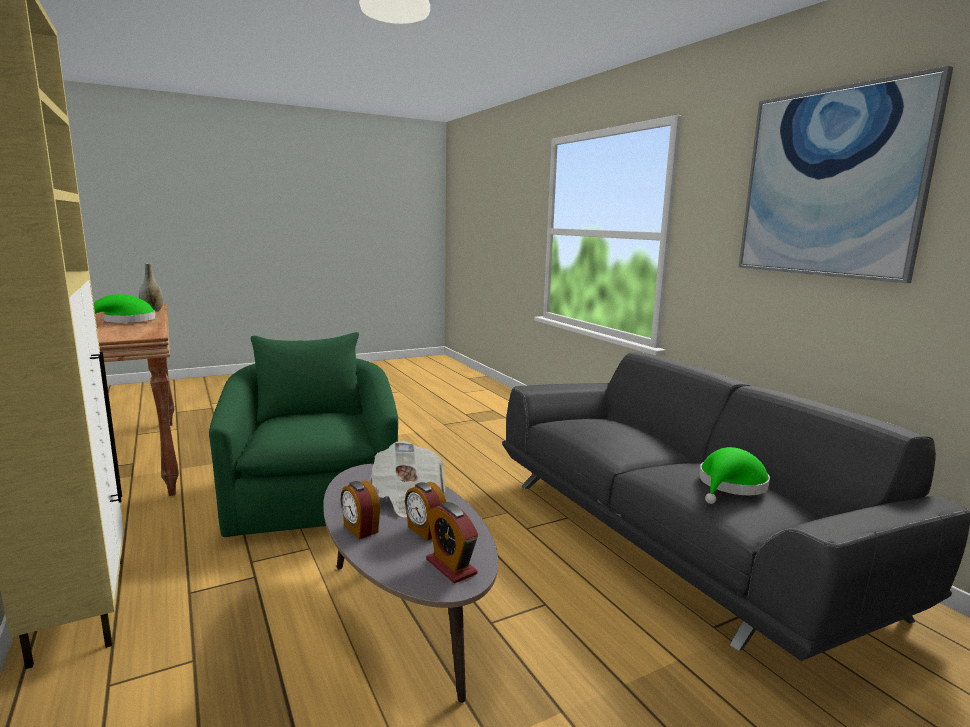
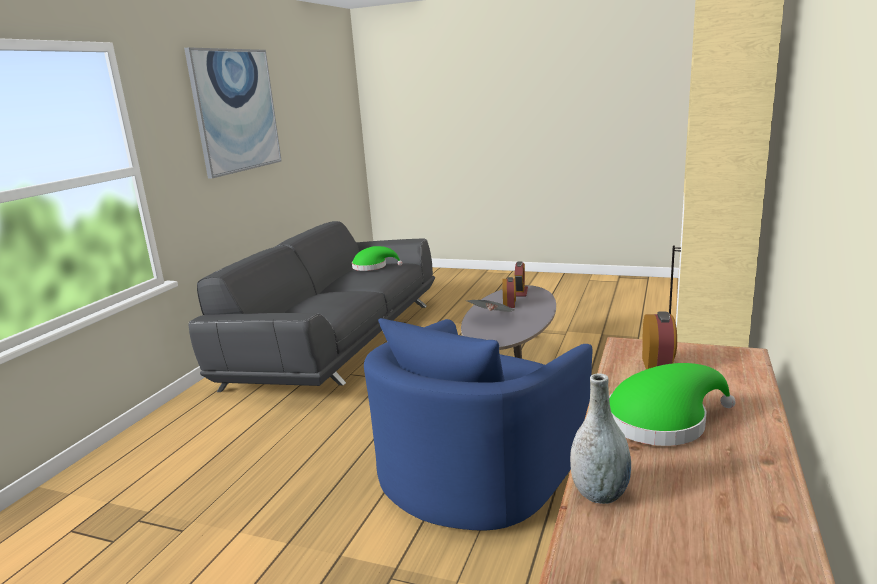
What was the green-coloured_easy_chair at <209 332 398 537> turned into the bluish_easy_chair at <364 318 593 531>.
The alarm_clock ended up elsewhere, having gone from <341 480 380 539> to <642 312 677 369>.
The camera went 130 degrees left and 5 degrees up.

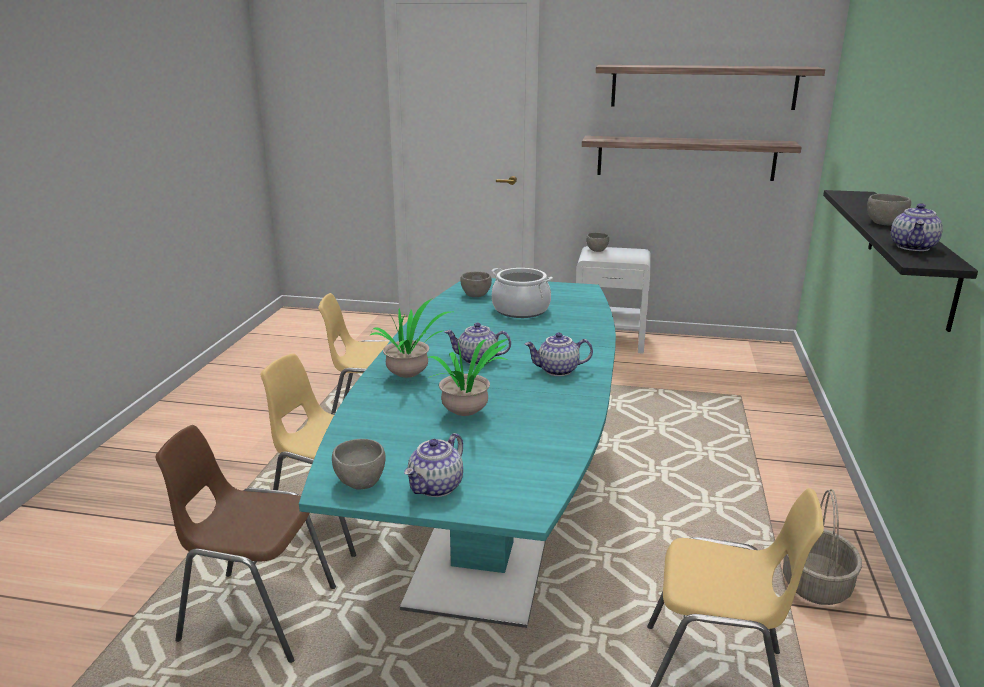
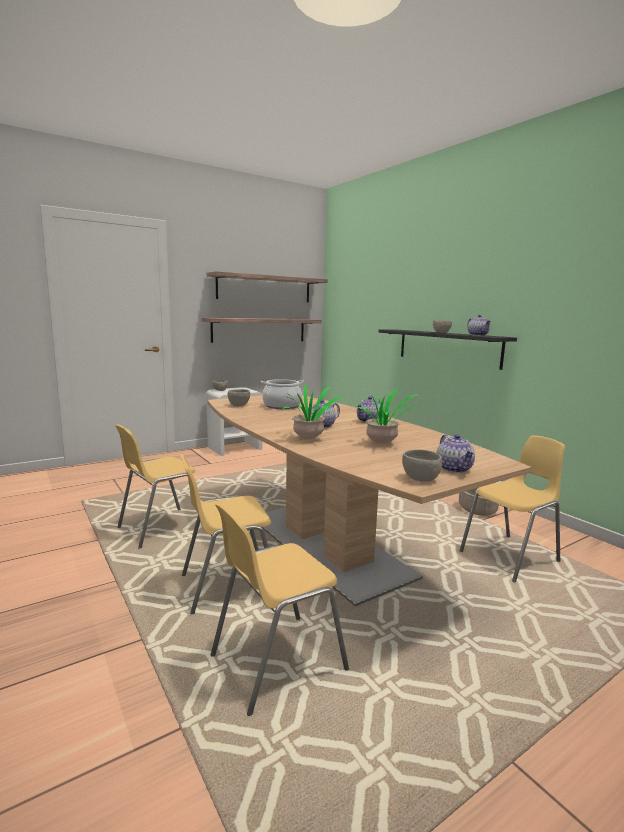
What was the brown_plain_chair at <156 425 336 663> turned into the yellowish_plain_chair at <211 503 349 716>.
What was the blue-green_dining_table at <299 278 616 628> turned into the brown_dining_table at <208 395 531 606>.
The camera went 45 degrees left and 10 degrees down.

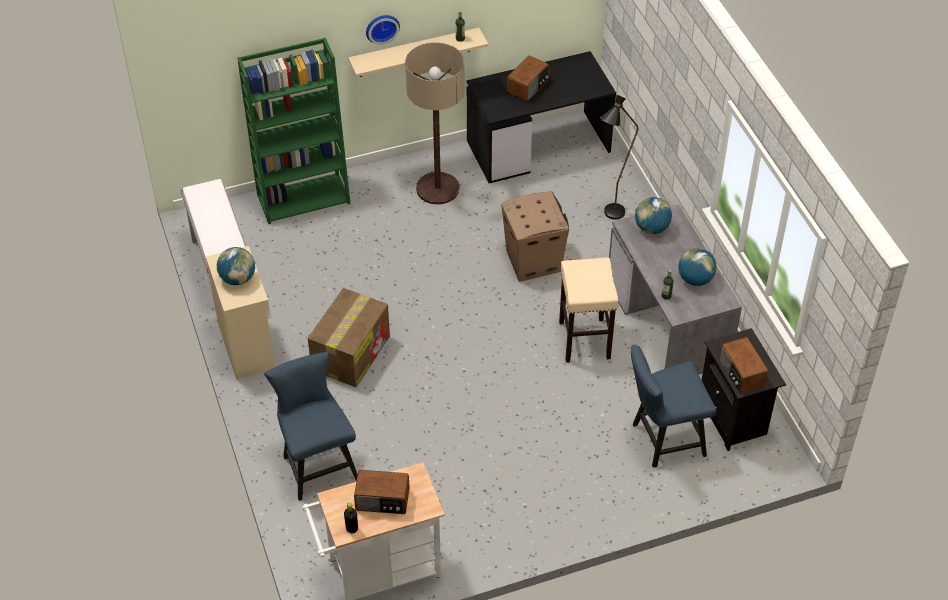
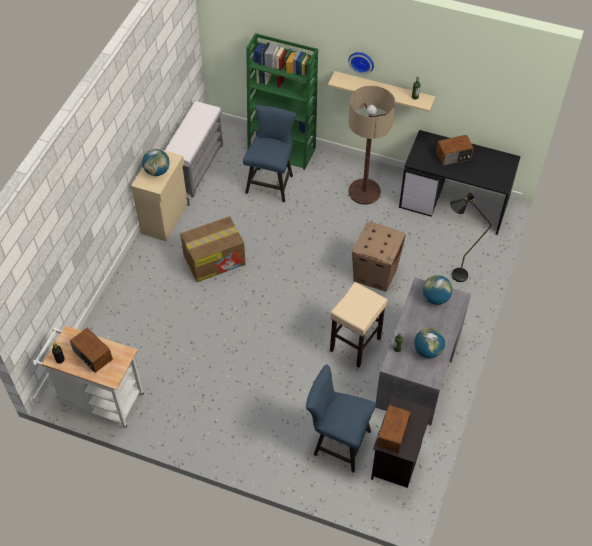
The bluish_plain_chair ended up elsewhere, having gone from <264 352 358 501> to <243 105 297 202>.
The camera went 40 degrees right and 5 degrees up.

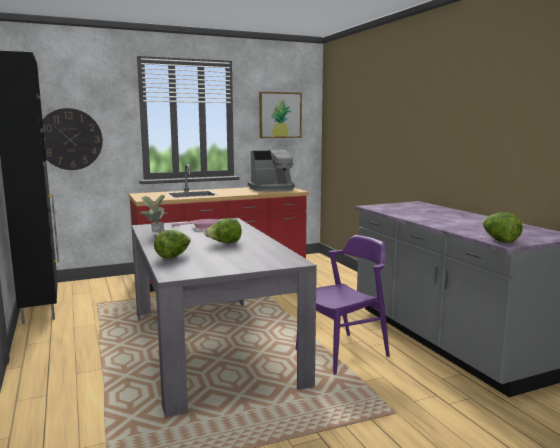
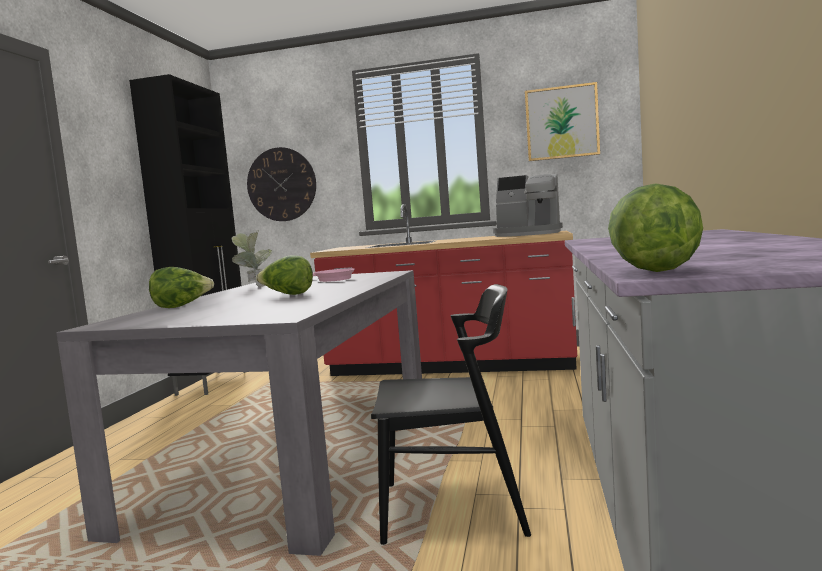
What was the purple_plain_chair at <296 235 390 375> turned into the black-coloured_plain_chair at <371 284 531 545>.
The camera went 35 degrees right and 5 degrees down.

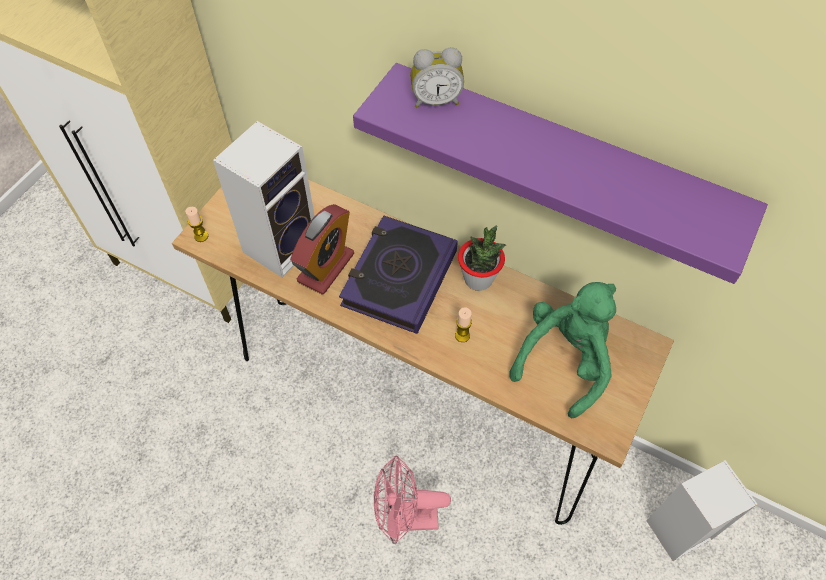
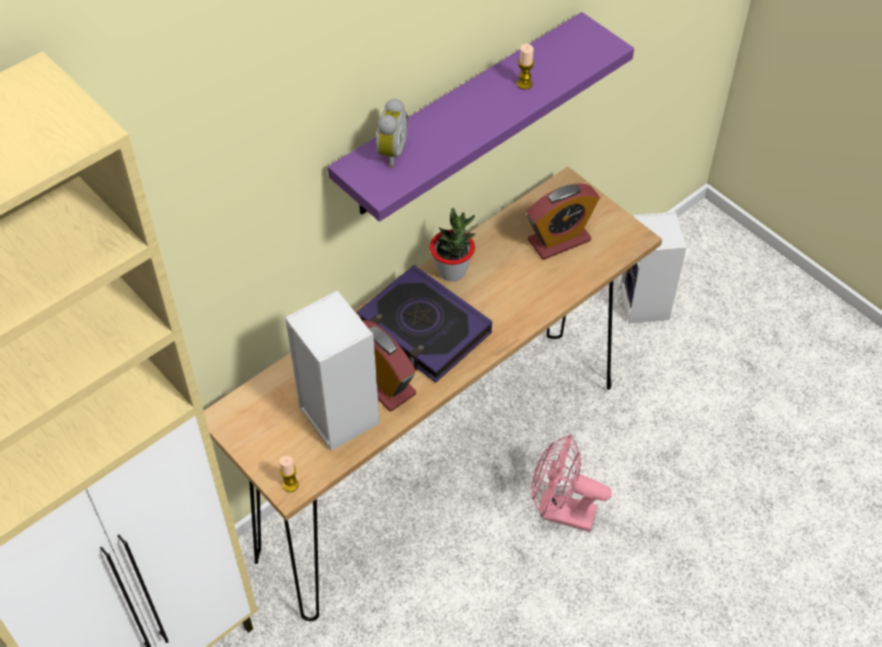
The pink_electric_fan at <374 455 451 544> ended up facing another way, 90 degrees clockwise from before.
The wax_candle ended up elsewhere, having gone from <455 307 472 342> to <517 44 534 89>.
Where the green-coloured_plush_toy stood at <509 282 616 418>, the alarm_clock came to stand at <527 183 600 260>.
The camera went 70 degrees left and 5 degrees down.

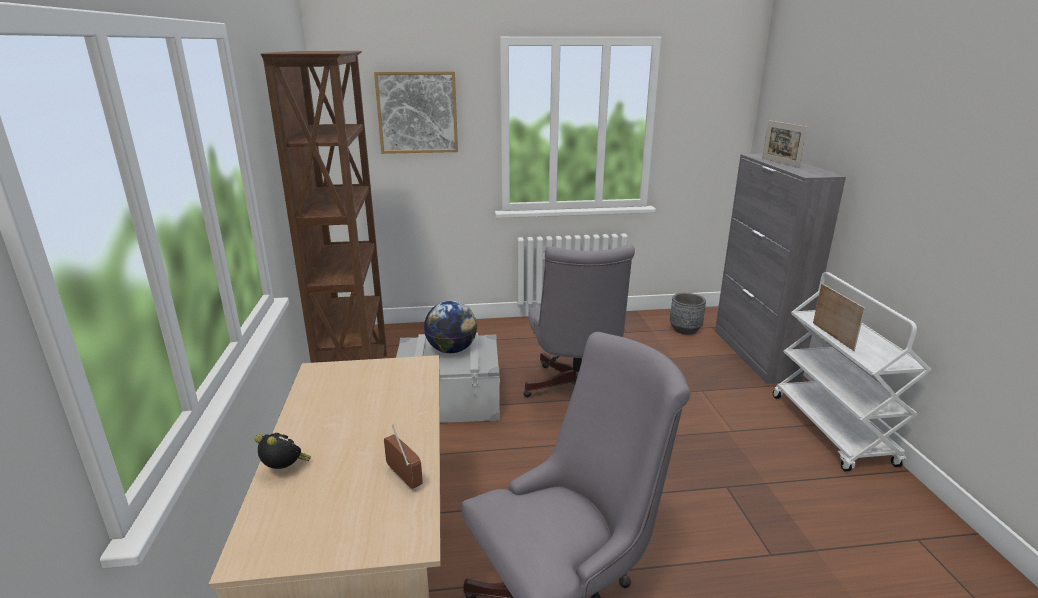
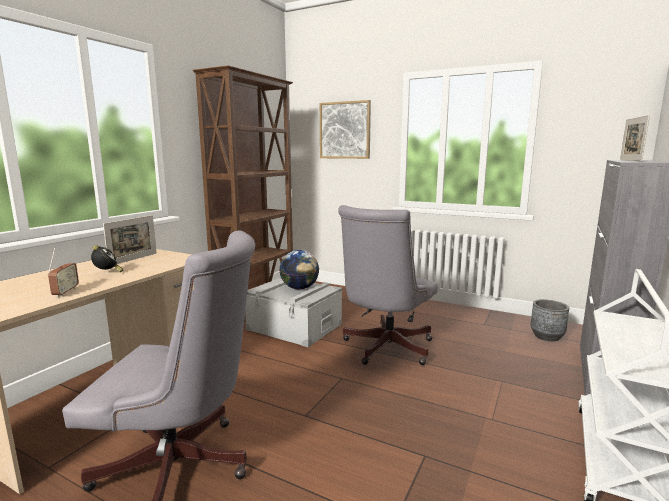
The alarm_clock ended up elsewhere, having gone from <254 433 311 469> to <91 245 123 272>.
The picture_frame ended up elsewhere, having gone from <813 283 865 351> to <103 215 156 264>.
The camera went 35 degrees right and 10 degrees down.

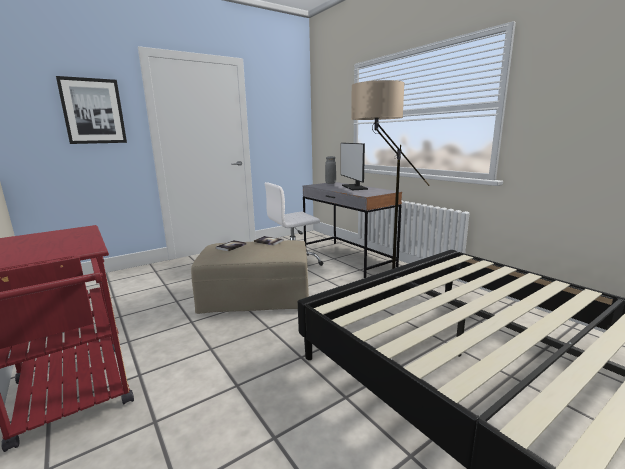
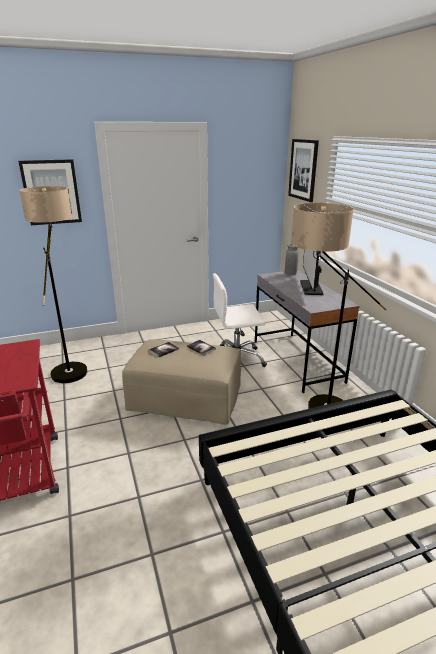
The second view gained the standing_lamp at <19 186 87 383>.
The second view gained the wall_art at <288 139 319 202>.
The camera went 15 degrees right and 10 degrees up.

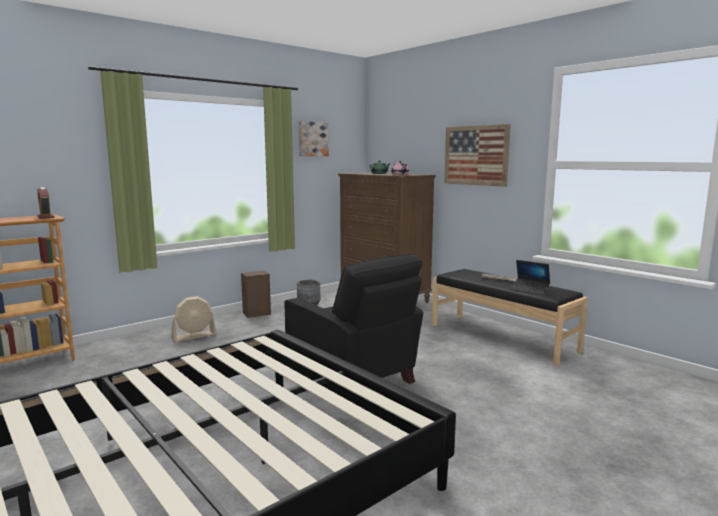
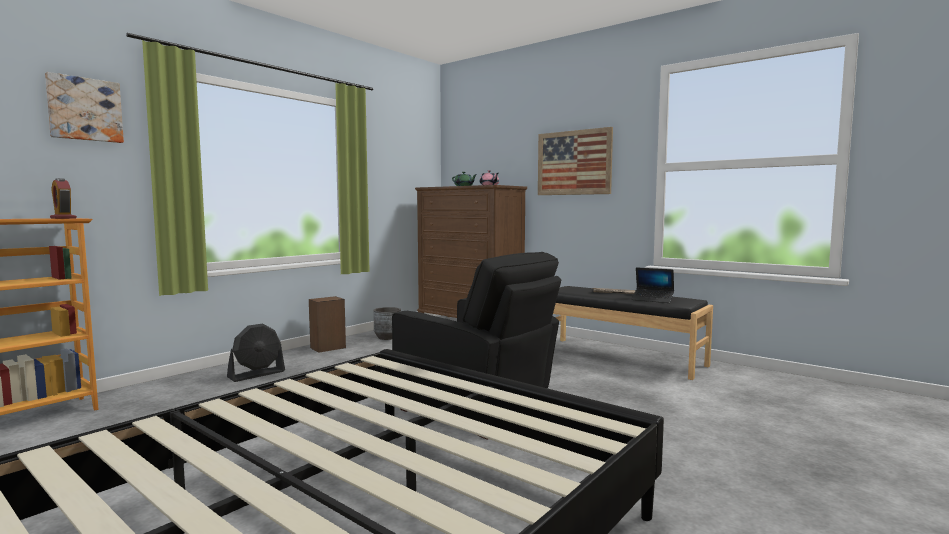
What was the sand-coloured_electric_fan at <171 296 216 342> turned into the black-coloured_electric_fan at <227 324 285 382>.
The wall_art ended up elsewhere, having gone from <299 121 329 156> to <45 72 124 143>.
The camera went 10 degrees left and 5 degrees down.

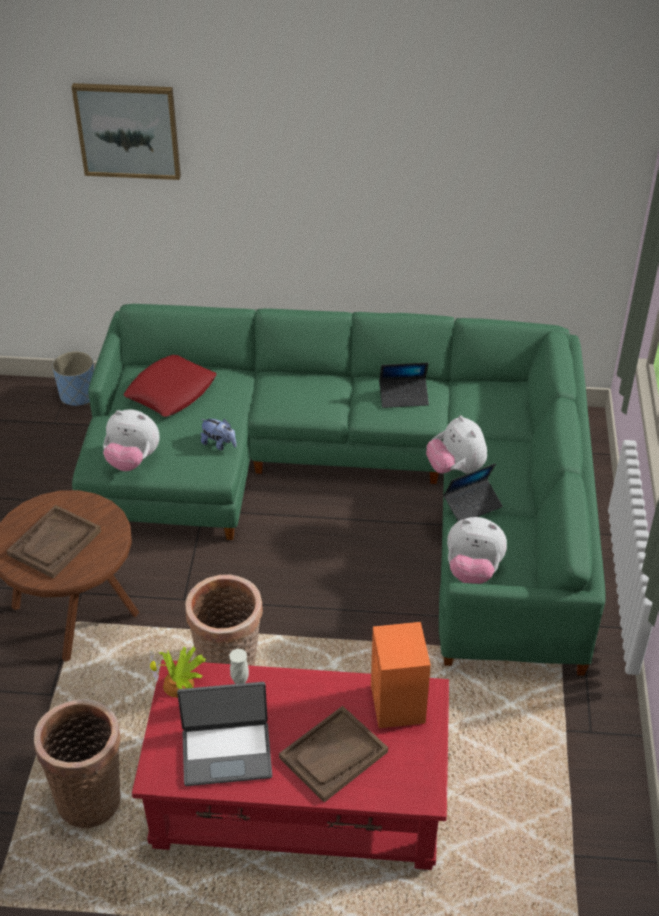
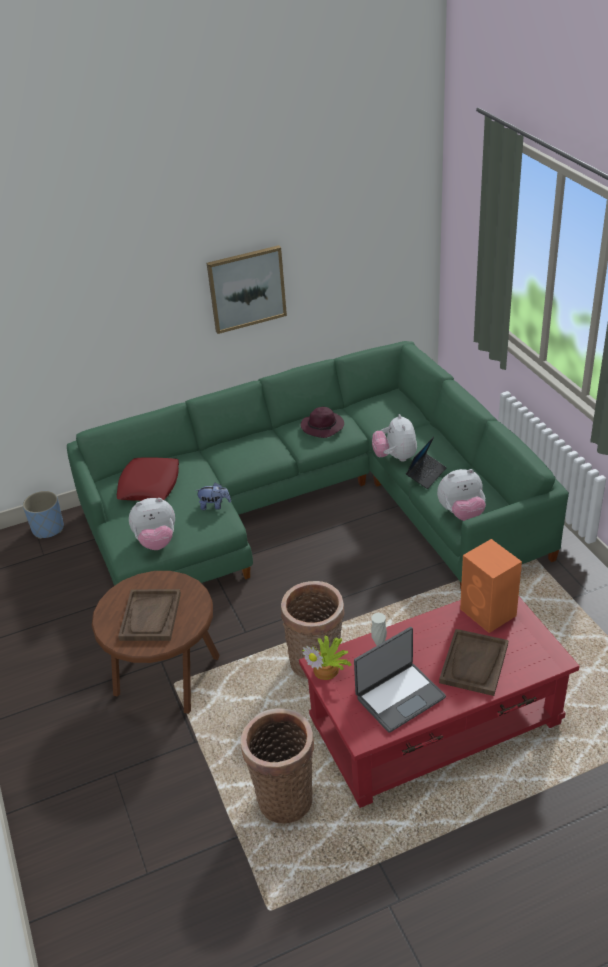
The wall_art ended up elsewhere, having gone from <72 83 181 180> to <207 245 287 334>.
Where the portable_computer stood at <379 362 429 408>, the purple_hat came to stand at <301 407 344 438>.
The plush_toy at <426 415 487 474> ended up facing another way, 45 degrees clockwise from before.
The camera went 25 degrees left and 5 degrees down.

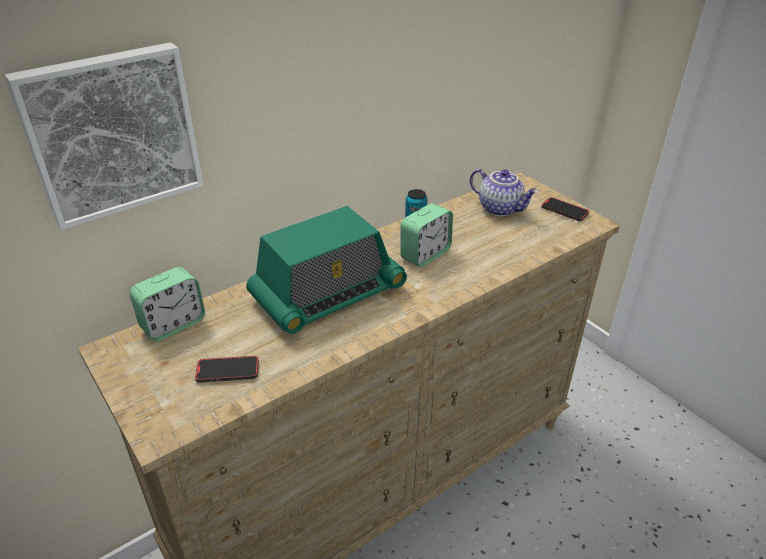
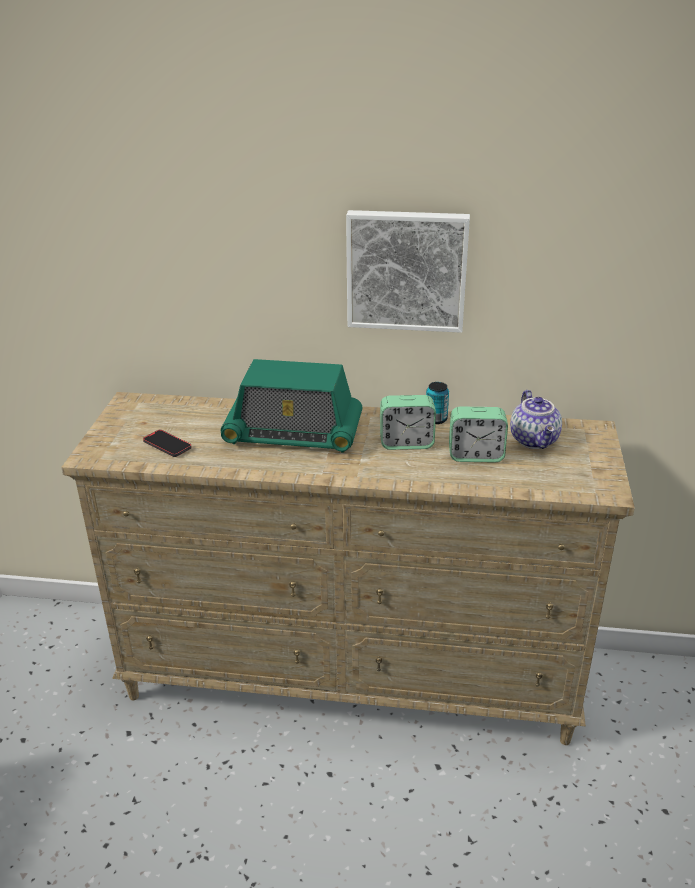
The wall_art ended up elsewhere, having gone from <5 42 203 230> to <346 210 470 333>.
The alarm_clock ended up elsewhere, having gone from <130 267 205 341> to <449 406 508 463>.
The second view lost the phone at <541 197 589 221>.
The camera went 45 degrees right and 5 degrees down.

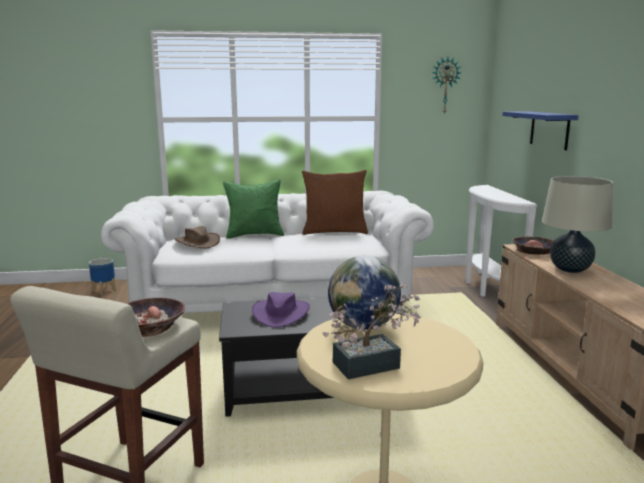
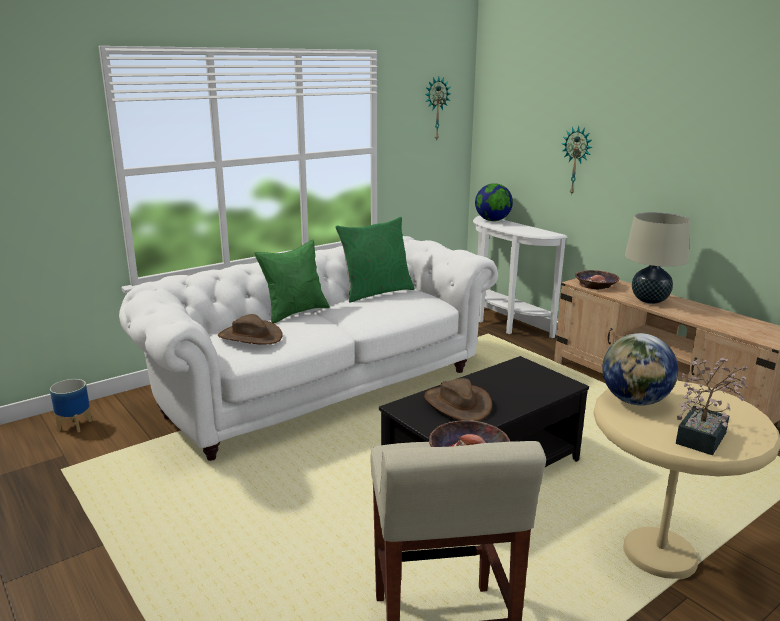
What was the purple_hat at <252 292 310 328> turned into the brown_hat at <424 378 492 421>.
What was the brown_pillow at <302 170 368 235> turned into the green-coloured_pillow at <335 217 414 303>.
Where the bluish_shelf hung at <503 111 579 150>, the wall_clock came to hang at <562 126 593 196>.
The second view gained the world_globe at <475 183 513 221>.
The camera went 30 degrees left and 5 degrees up.

